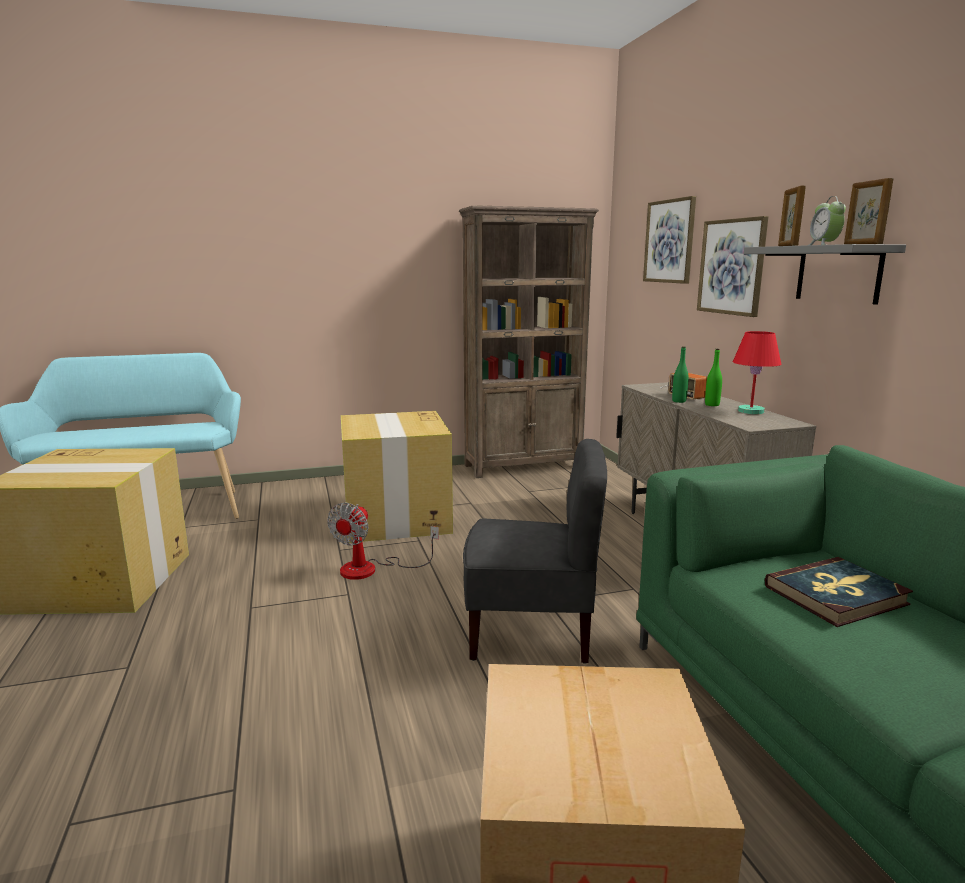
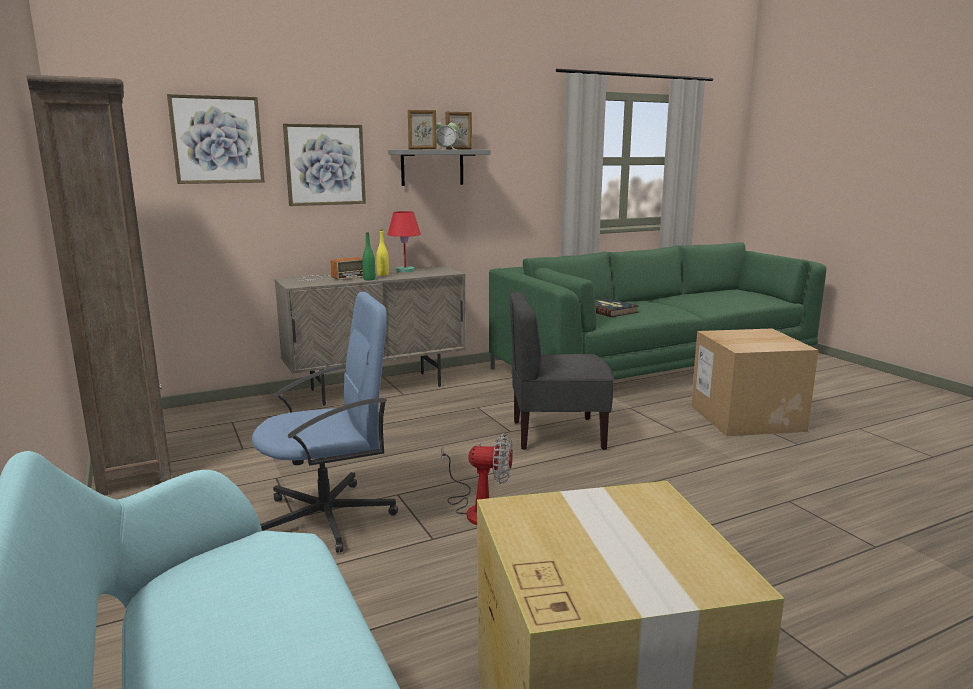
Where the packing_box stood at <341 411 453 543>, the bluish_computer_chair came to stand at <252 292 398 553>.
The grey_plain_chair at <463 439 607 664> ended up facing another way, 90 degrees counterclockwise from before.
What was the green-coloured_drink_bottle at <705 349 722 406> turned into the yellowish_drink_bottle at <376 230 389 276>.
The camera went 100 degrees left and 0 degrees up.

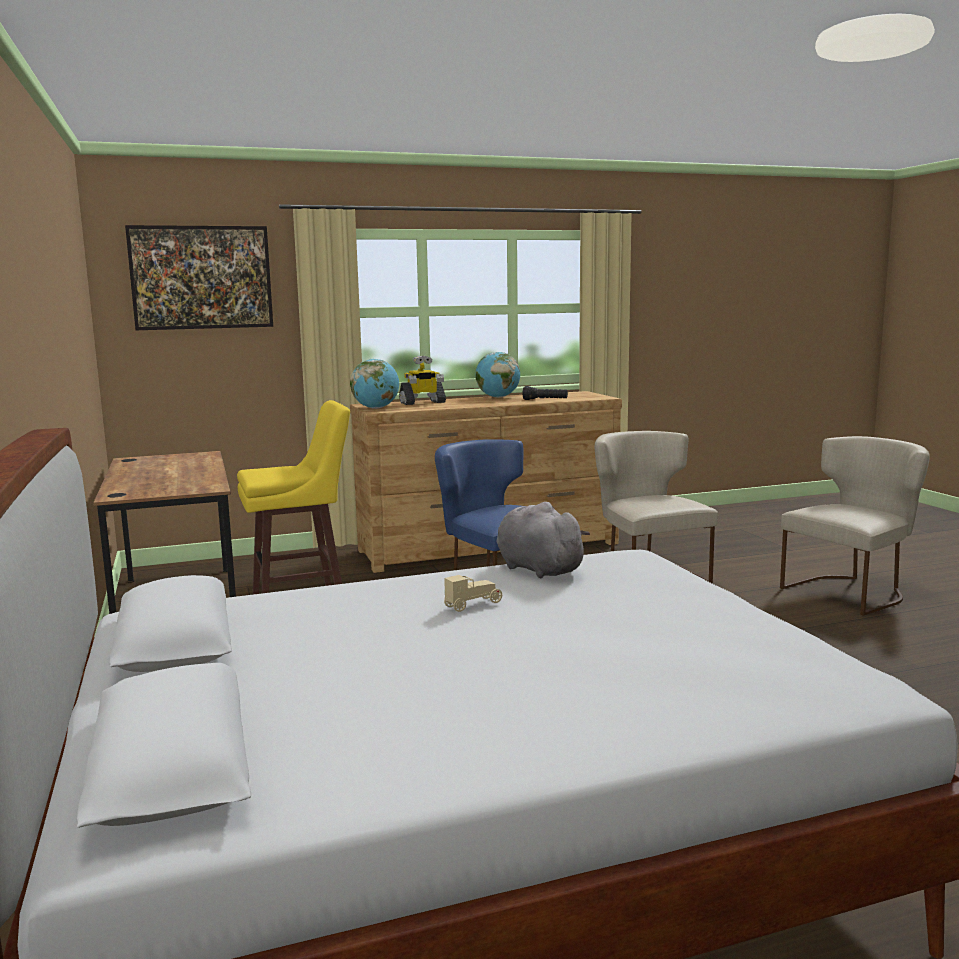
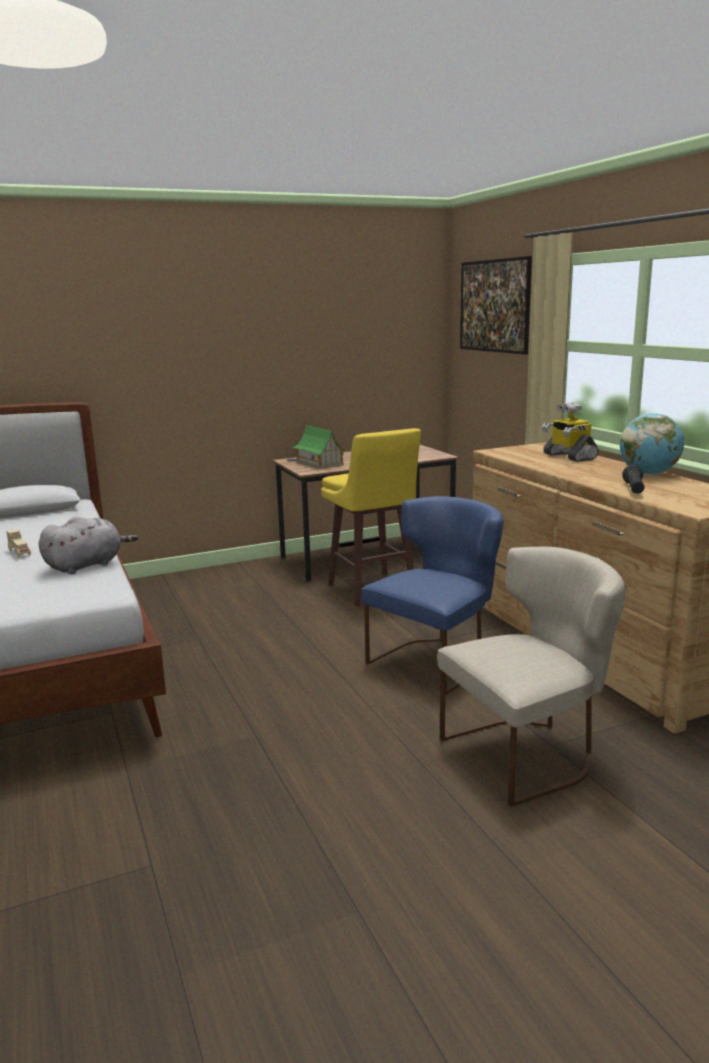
The second view lost the world_globe at <350 359 399 409>.
The second view lost the sand-coloured_plain_chair at <780 436 930 616>.
The second view gained the miniature_house at <292 422 347 469>.
The camera went 85 degrees right and 5 degrees up.

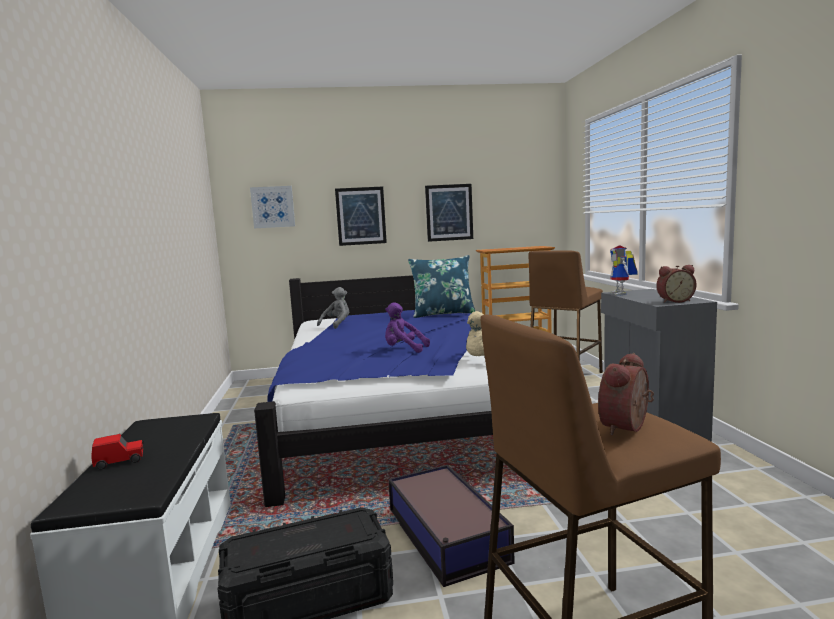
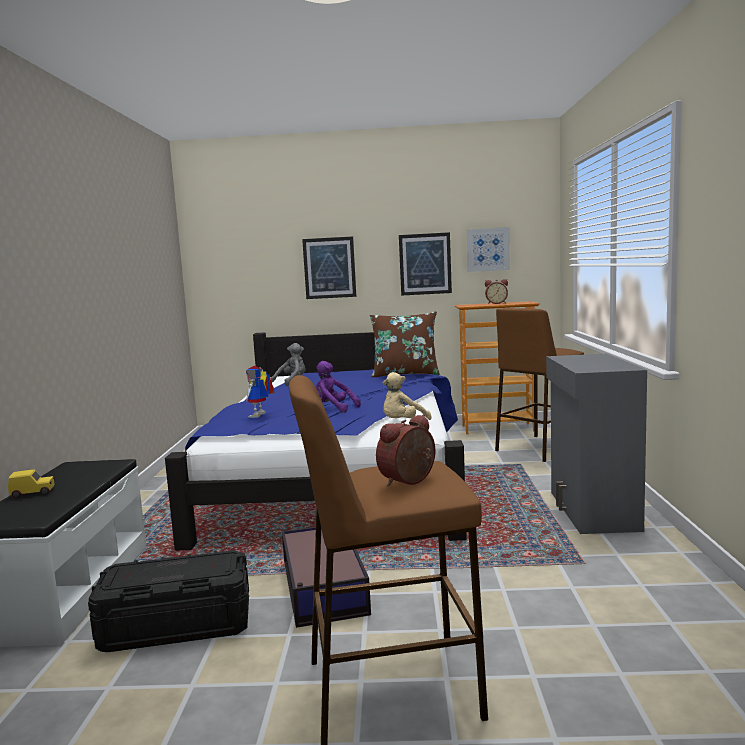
What was the red-coloured_miniature_car at <91 434 144 470> turned into the yellowish_miniature_car at <8 469 55 498>.
The wall_art ended up elsewhere, having gone from <250 186 295 228> to <467 227 510 272>.
What was the bluish_pillow at <408 255 475 318> turned into the brown_pillow at <370 311 440 377>.
The model_robot ended up elsewhere, having gone from <610 245 637 295> to <246 366 274 418>.
The alarm_clock ended up elsewhere, having gone from <656 265 696 303> to <485 279 508 304>.
The camera went 10 degrees right and 0 degrees up.

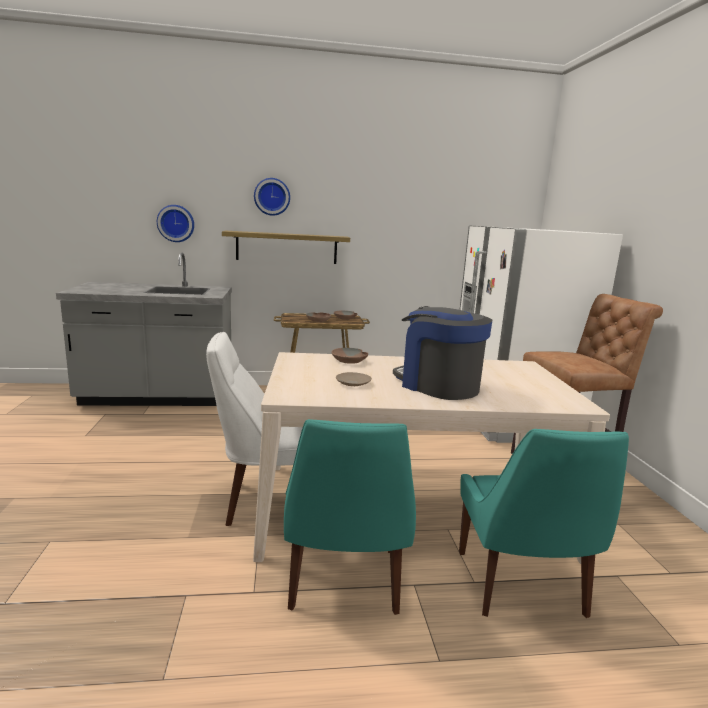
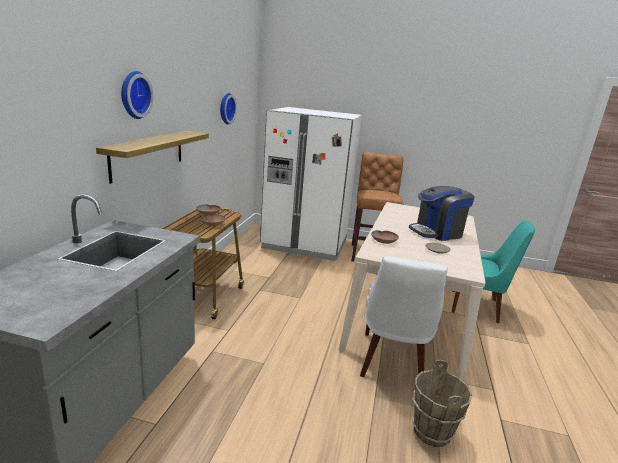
The wall_clock ended up elsewhere, having gone from <157 205 194 242> to <220 93 237 125>.
The second view lost the blue-green_plain_chair at <284 419 416 615>.
The second view gained the brown_bucket at <413 360 472 447>.
The camera went 70 degrees left and 5 degrees up.

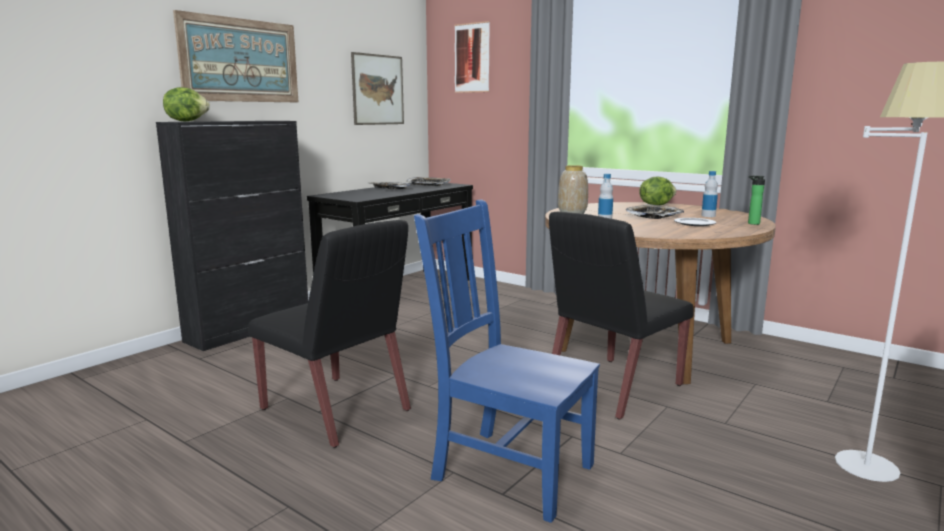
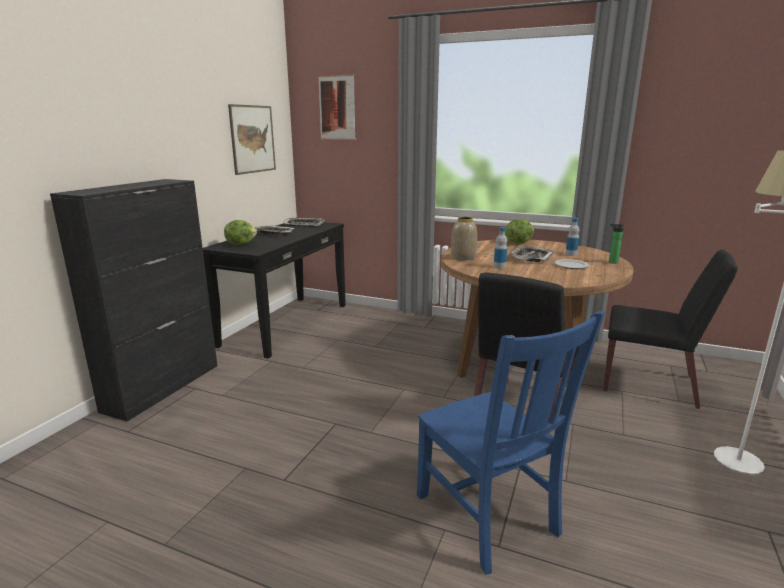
The head_of_lettuce ended up elsewhere, having gone from <163 87 210 122> to <224 220 257 245>.
The second view lost the wall_art at <173 10 298 102>.
The black-coloured_plain_chair ended up elsewhere, having gone from <248 220 411 448> to <603 249 738 409>.
The bluish_plain_chair at <414 199 600 523> ended up facing another way, 135 degrees counterclockwise from before.
The camera went 15 degrees left and 5 degrees up.

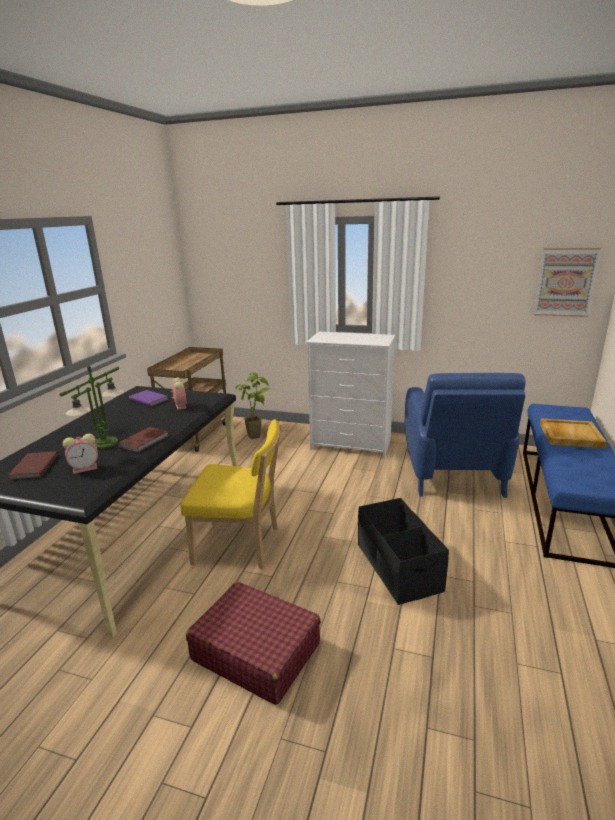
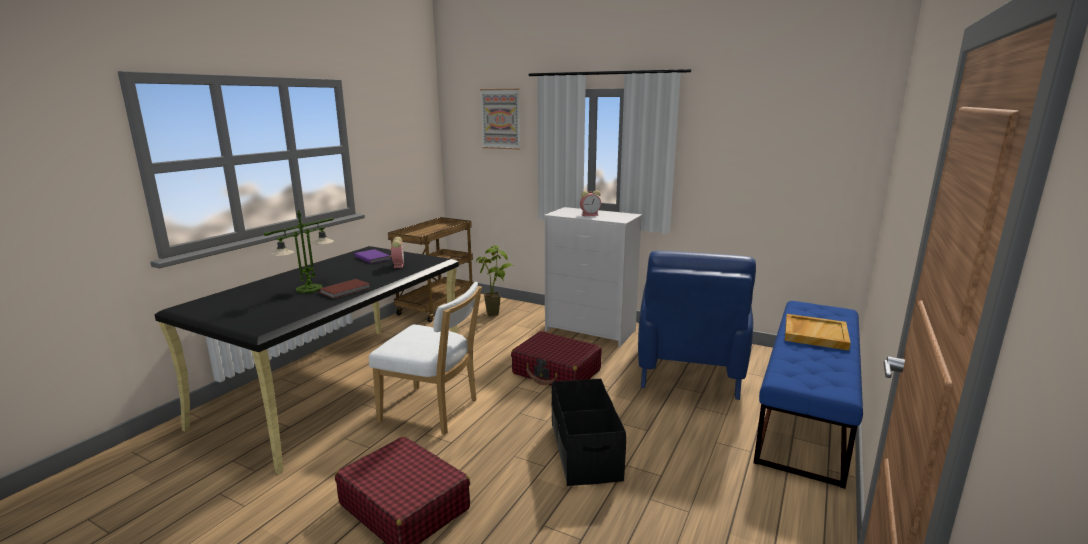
The second view lost the brown_bound_book at <9 451 58 480>.
The alarm_clock ended up elsewhere, having gone from <63 434 98 474> to <580 190 601 216>.
What was the yellowish_plain_chair at <181 419 281 570> turned into the whitish_plain_chair at <369 282 482 435>.
The wall_art ended up elsewhere, having gone from <534 248 601 317> to <480 89 520 150>.
The second view gained the red-coloured_piece_of_luggage at <511 331 602 385>.
The camera went 10 degrees right and 5 degrees down.

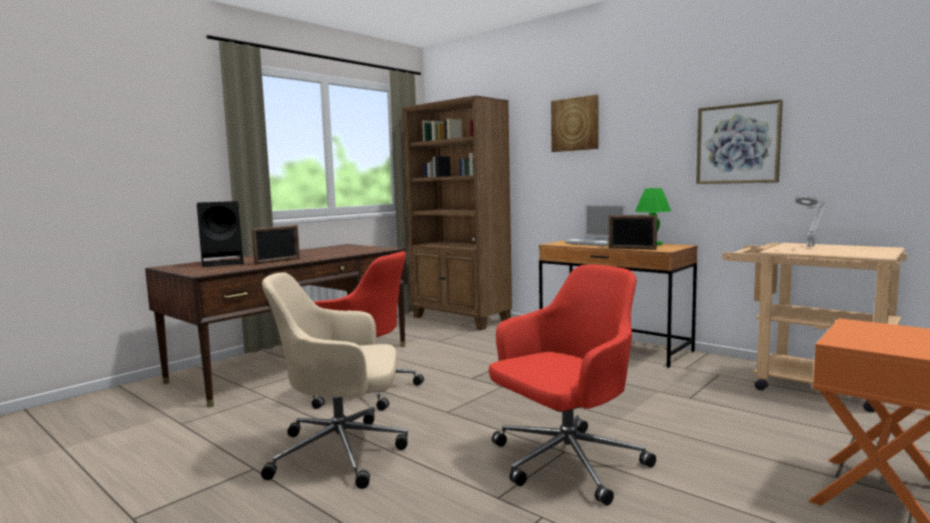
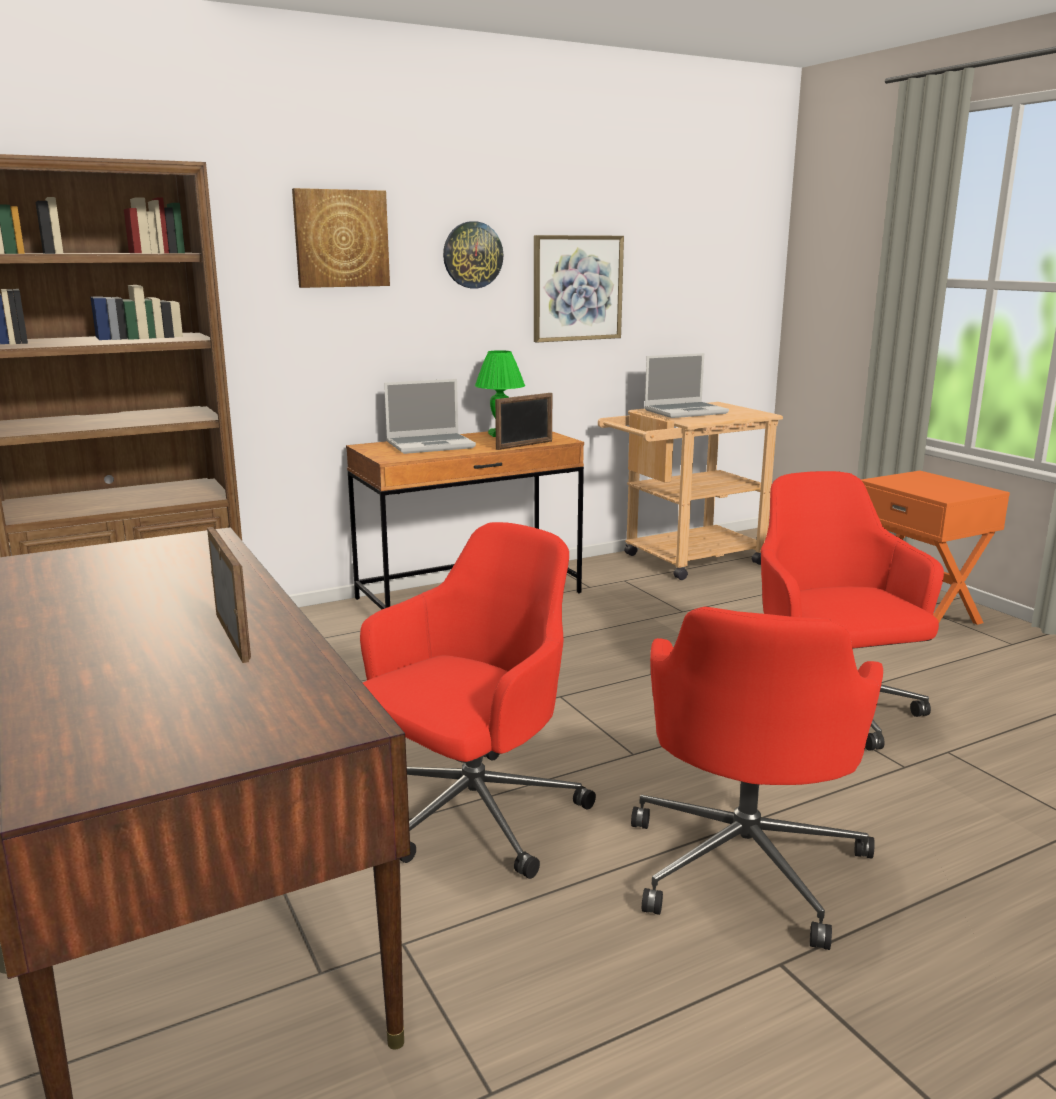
The second view lost the black-coloured_loudspeaker at <197 201 244 267>.
What was the sand-coloured_computer_chair at <261 272 408 489> turned into the red-coloured_computer_chair at <631 607 883 950>.
Where the grey_lamp_for_a_table stood at <795 195 826 247>, the portable_computer came to stand at <644 353 729 418>.
The second view gained the wall_clock at <443 221 503 288>.
The camera went 70 degrees left and 10 degrees up.

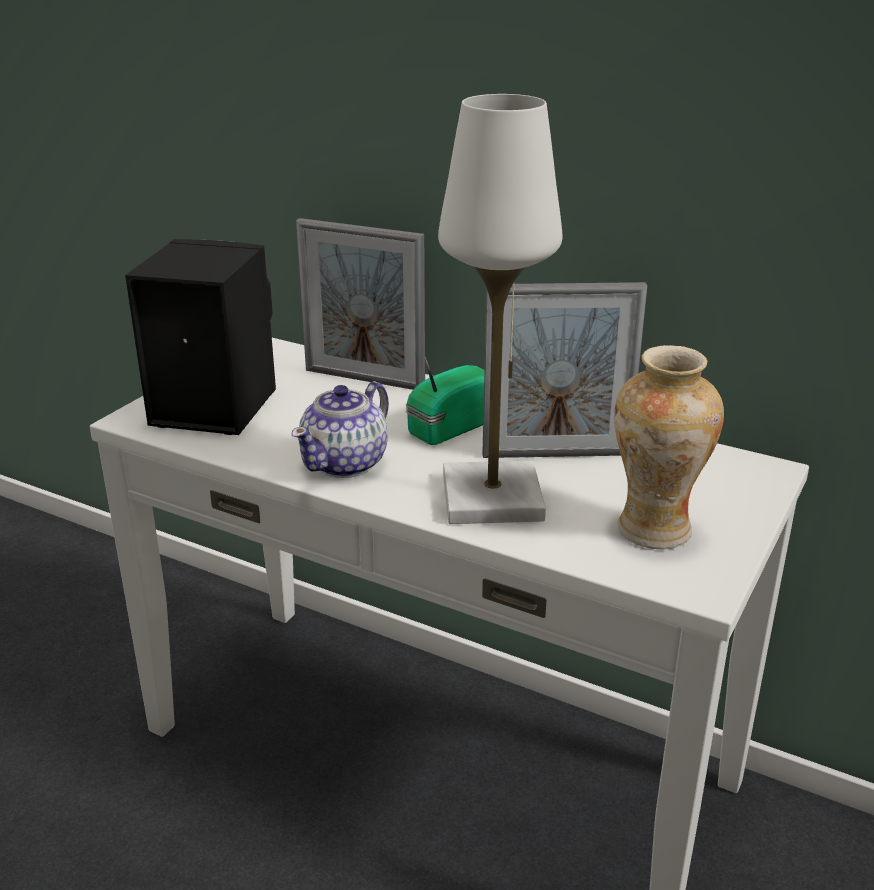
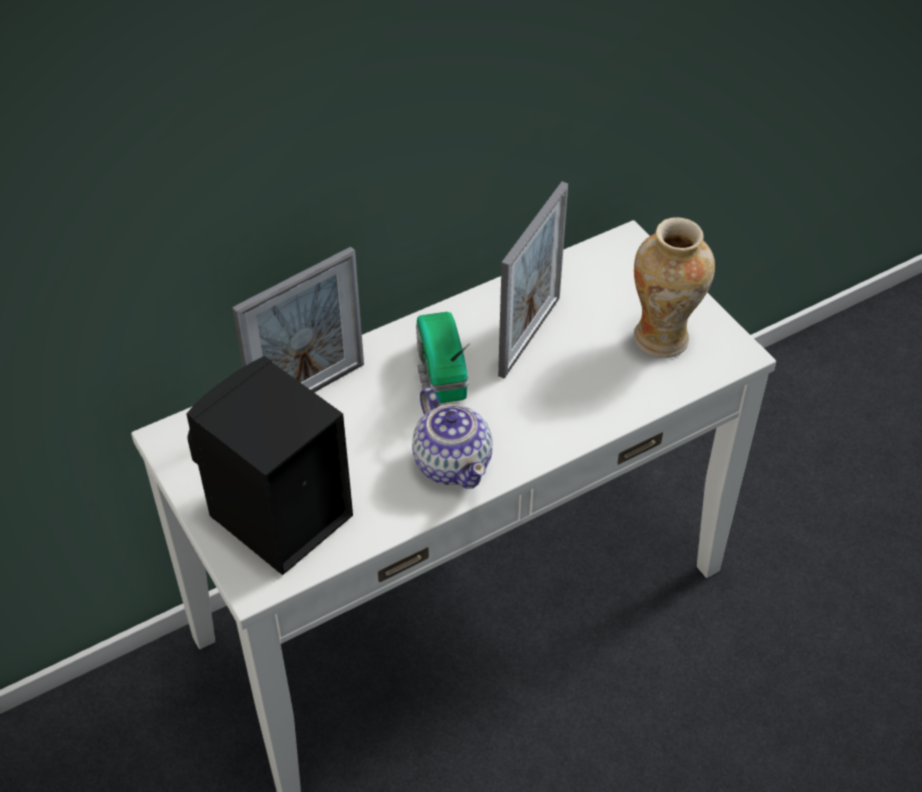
The second view lost the whitish_lamp_for_a_table at <438 94 562 524>.
The camera went 60 degrees left and 20 degrees up.

